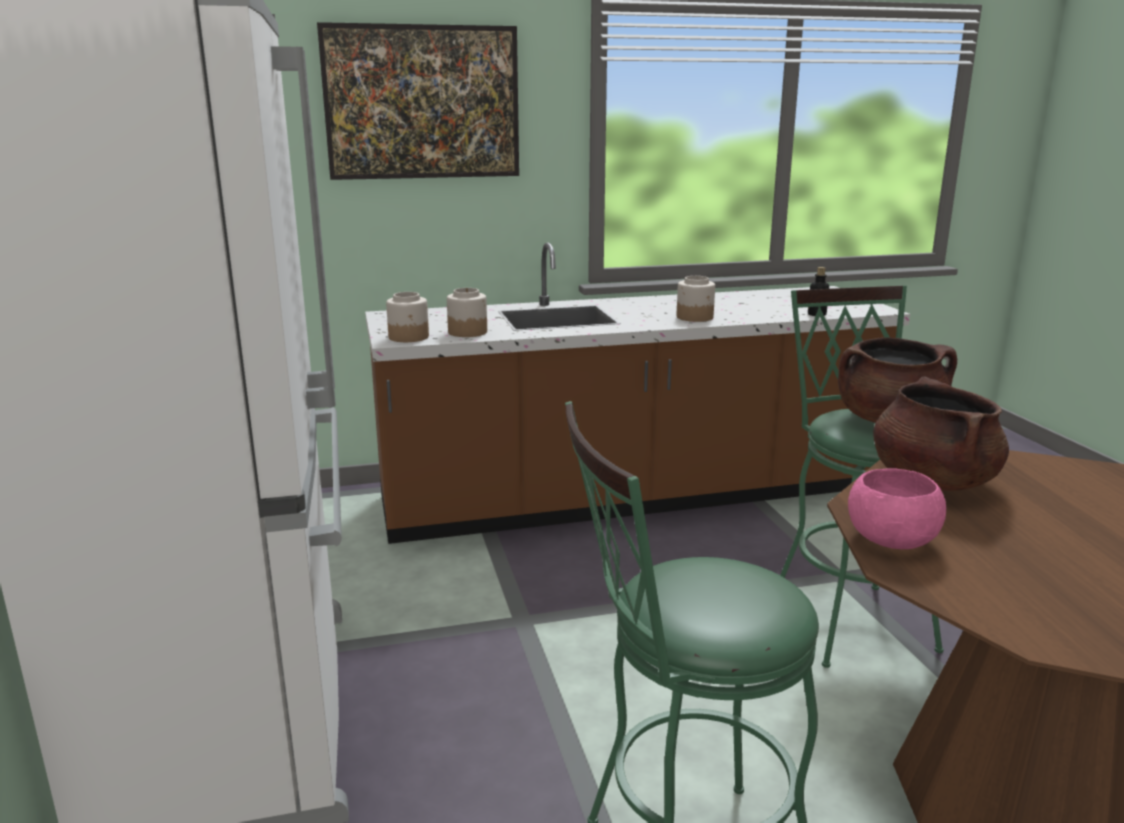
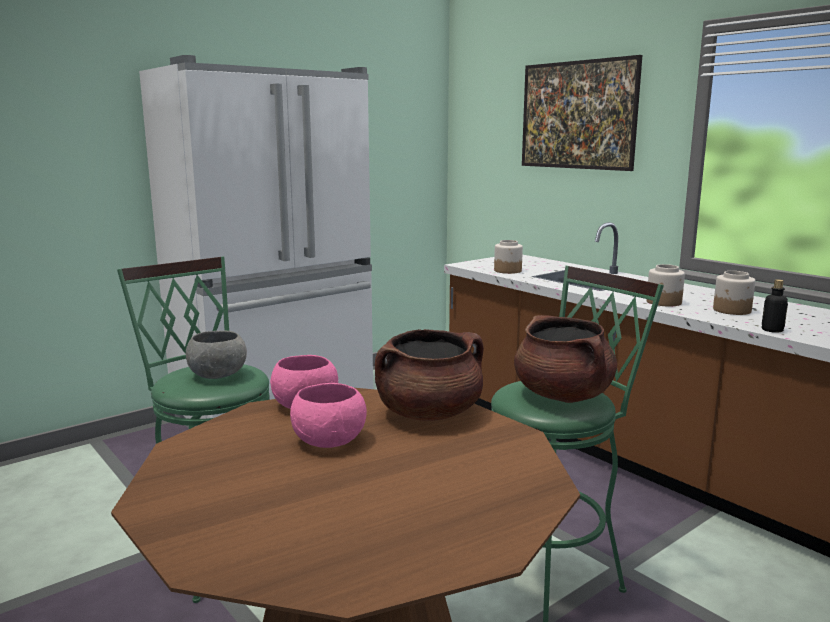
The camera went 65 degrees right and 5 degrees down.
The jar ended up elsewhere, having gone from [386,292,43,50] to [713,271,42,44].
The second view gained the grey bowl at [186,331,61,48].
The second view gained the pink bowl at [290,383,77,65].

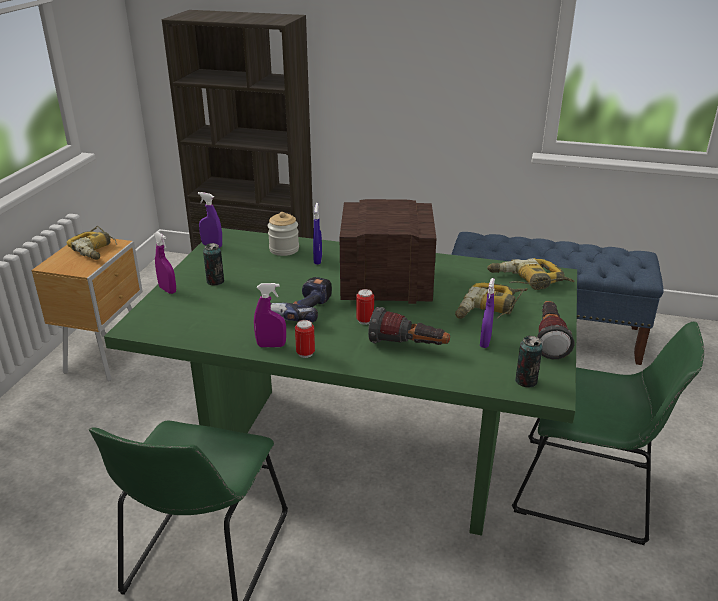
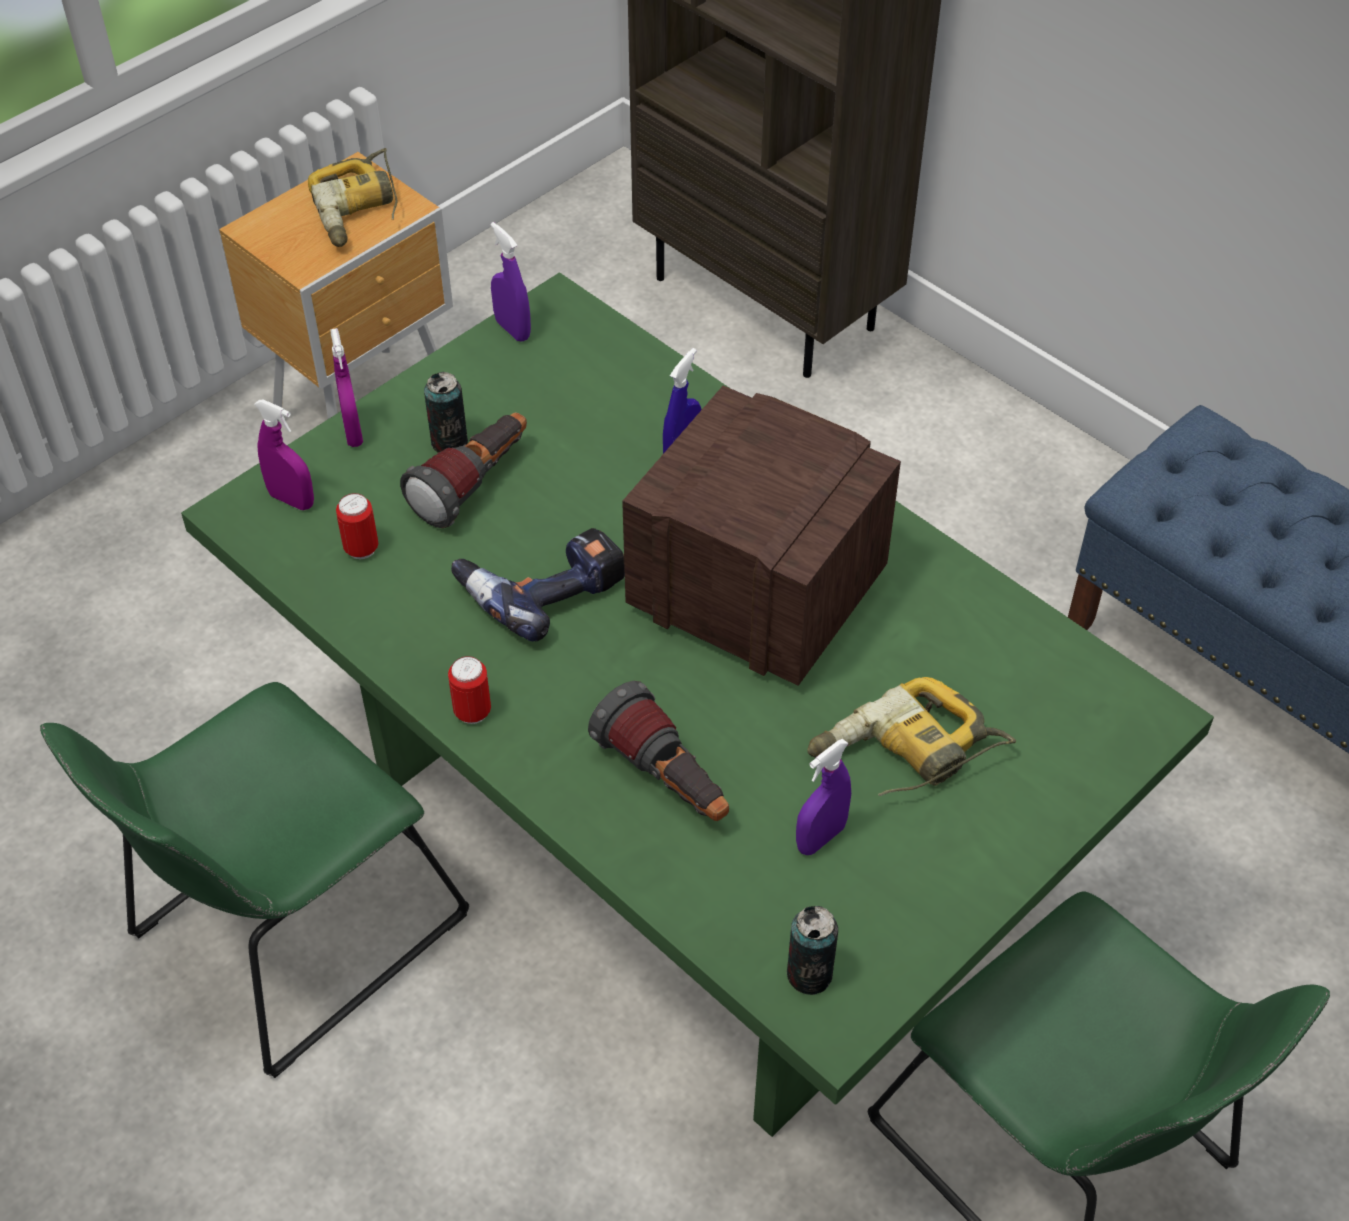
The camera went 30 degrees right and 20 degrees up.
The purple spray bottle ended up elsewhere, having gone from [254,283,32,64] to [254,399,60,111].
The second view lost the jar at [268,212,31,44].
The can ended up elsewhere, having gone from [356,289,18,36] to [336,493,42,66].
The second view lost the power drill at [487,258,88,32].
The flashlight ended up elsewhere, having gone from [537,301,38,58] to [400,413,127,115].

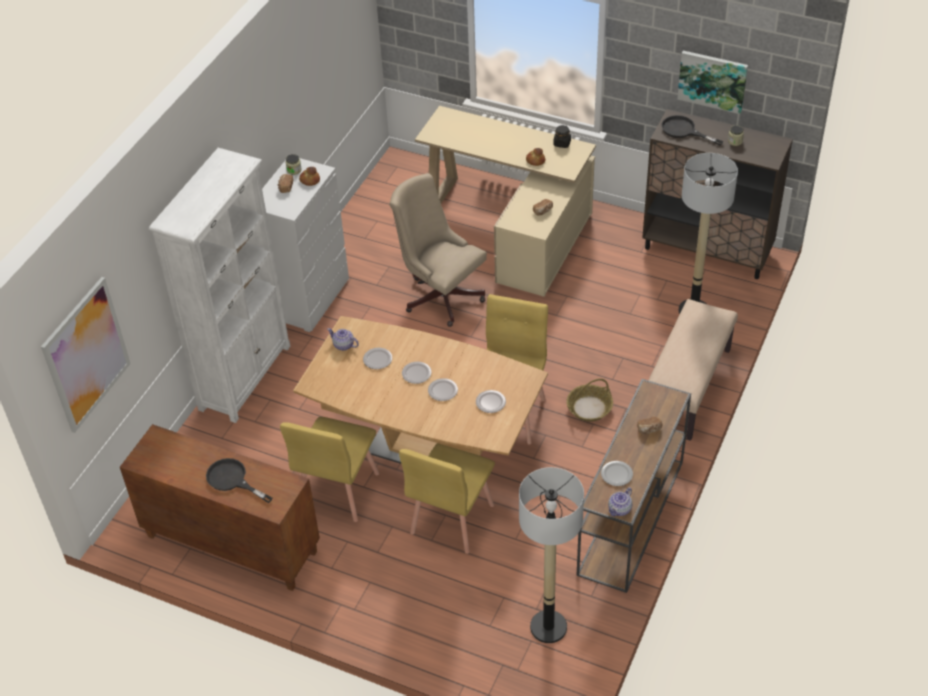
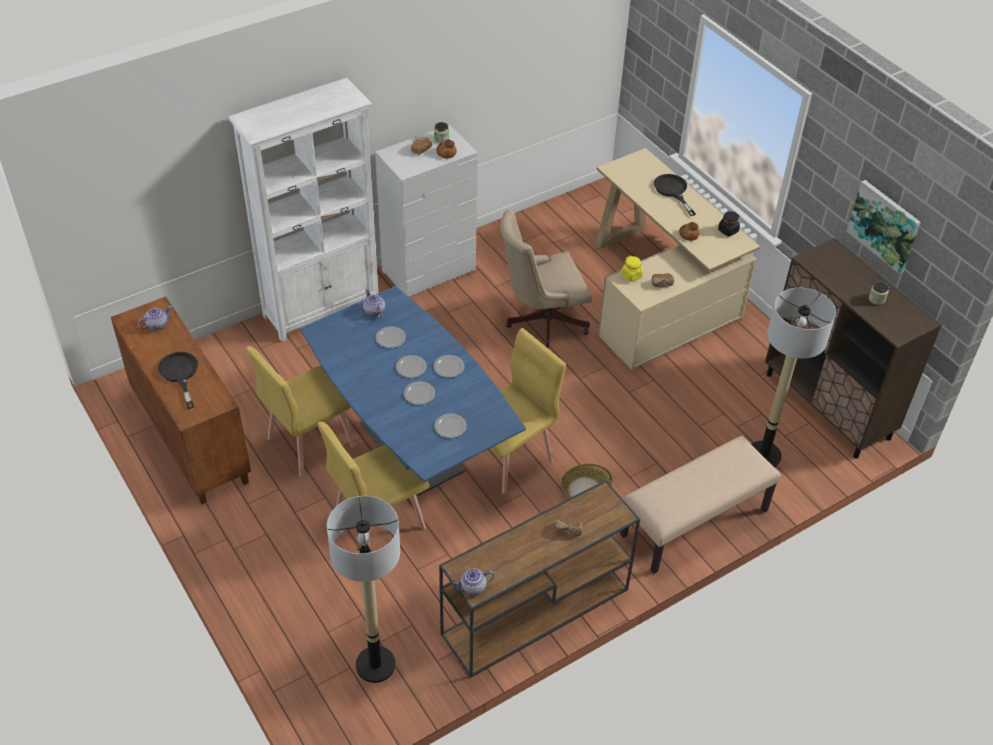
The camera went 30 degrees right and 0 degrees up.
The second view lost the picture at [41,277,90,156].
What was the brown dining table at [293,316,255,148] turned into the blue dining table at [300,286,226,210].
The beige office chair at [389,173,98,154] ended up facing another way, 90 degrees counterclockwise from before.
The plate ended up elsewhere, having gone from [601,461,32,25] to [433,355,32,22].
The black frying pan ended up elsewhere, having gone from [661,115,63,30] to [654,174,42,42].
The second view gained the teapot at [138,306,34,24].
The second view gained the yellow jar at [621,255,22,27].

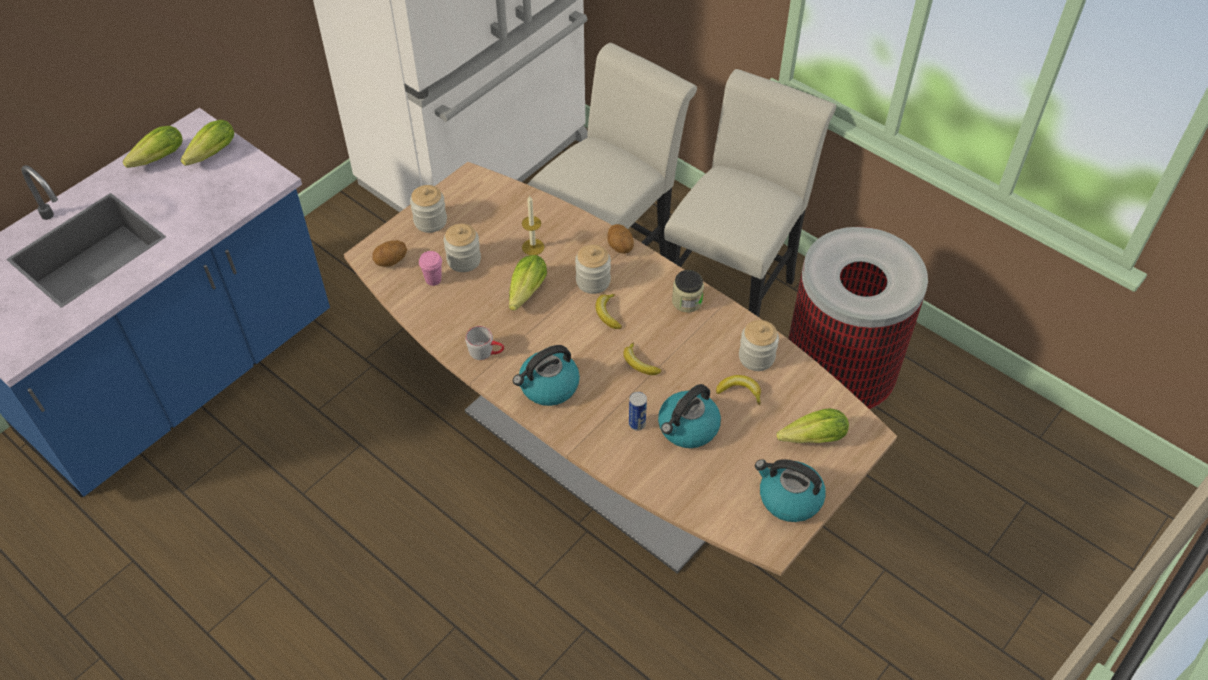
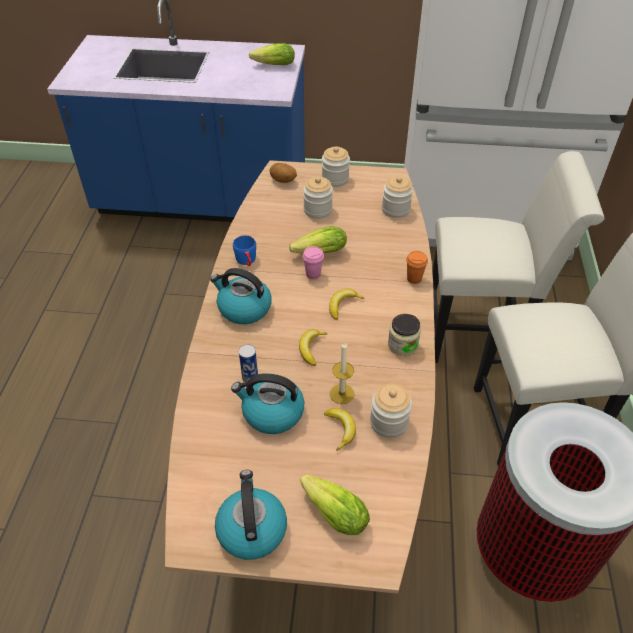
The camera went 55 degrees right and 5 degrees down.
The second view lost the lettuce at [123,126,60,42].
The pink cup ended up elsewhere, having gone from [419,251,23,35] to [303,246,21,33].
What was the grey mug at [465,326,39,34] turned into the blue mug at [233,235,23,31].
The candle ended up elsewhere, having gone from [522,195,23,60] to [330,341,24,63].
The jar ended up elsewhere, having gone from [575,244,36,50] to [382,176,31,42].
Where the potato stood at [608,224,26,30], the orange cup came to stand at [406,251,22,33].

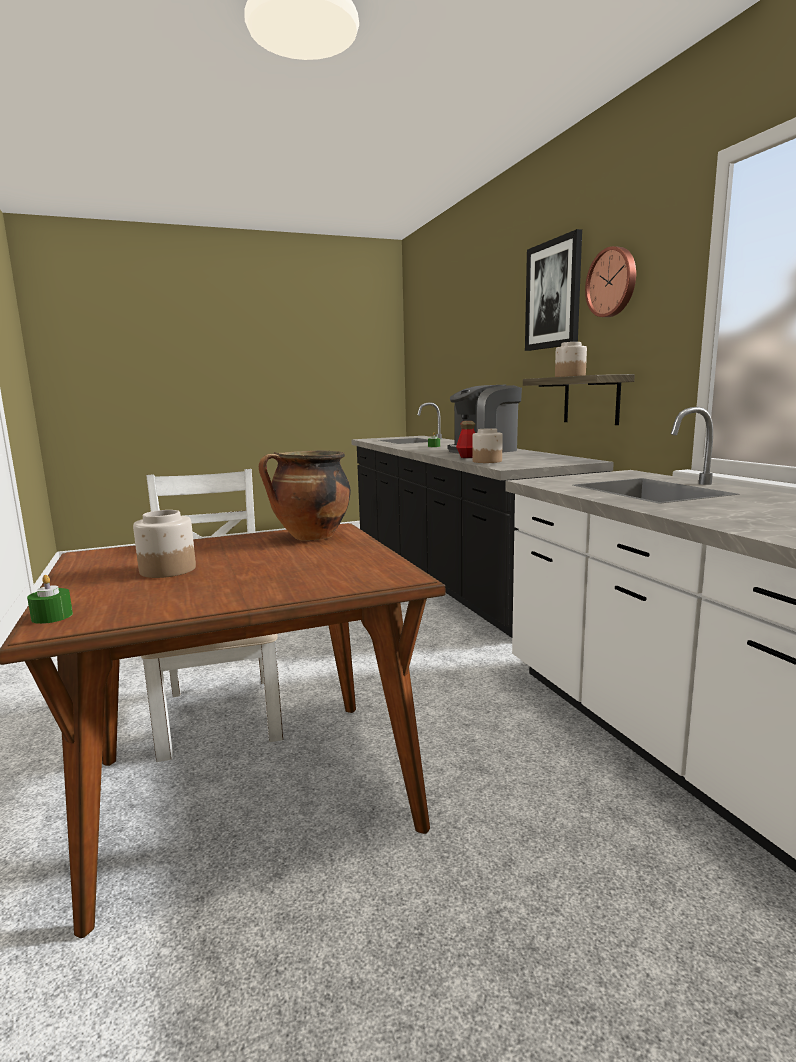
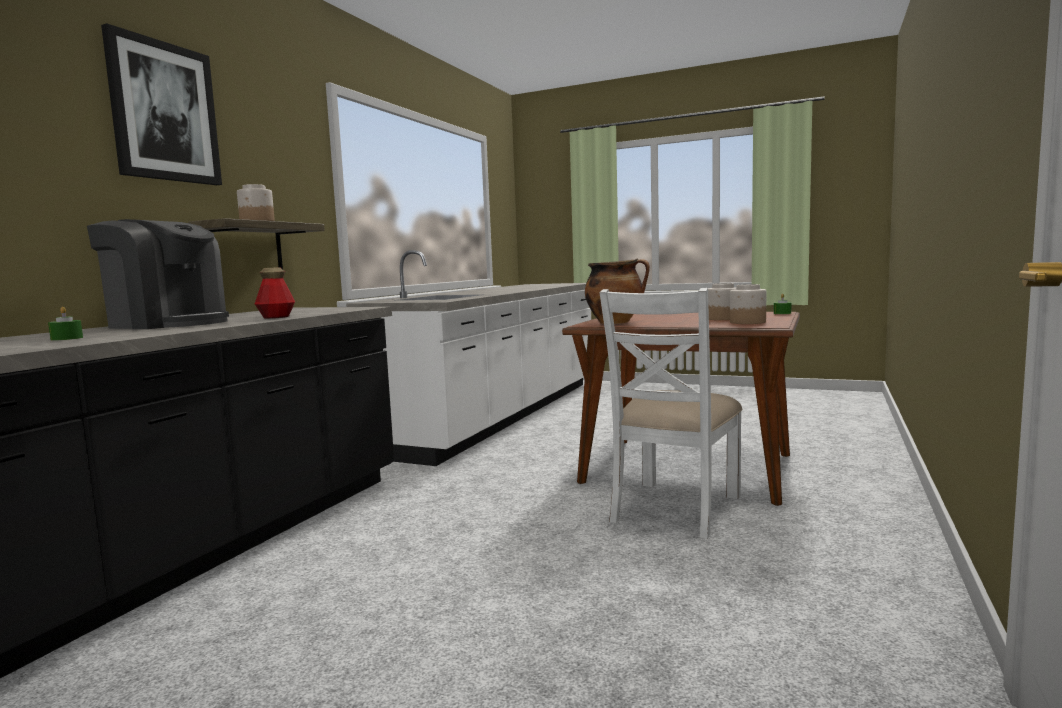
The camera went 135 degrees left and 5 degrees down.
The jar ended up elsewhere, having gone from [473,428,30,35] to [730,284,36,40].
The second view lost the wall clock at [585,246,51,71].

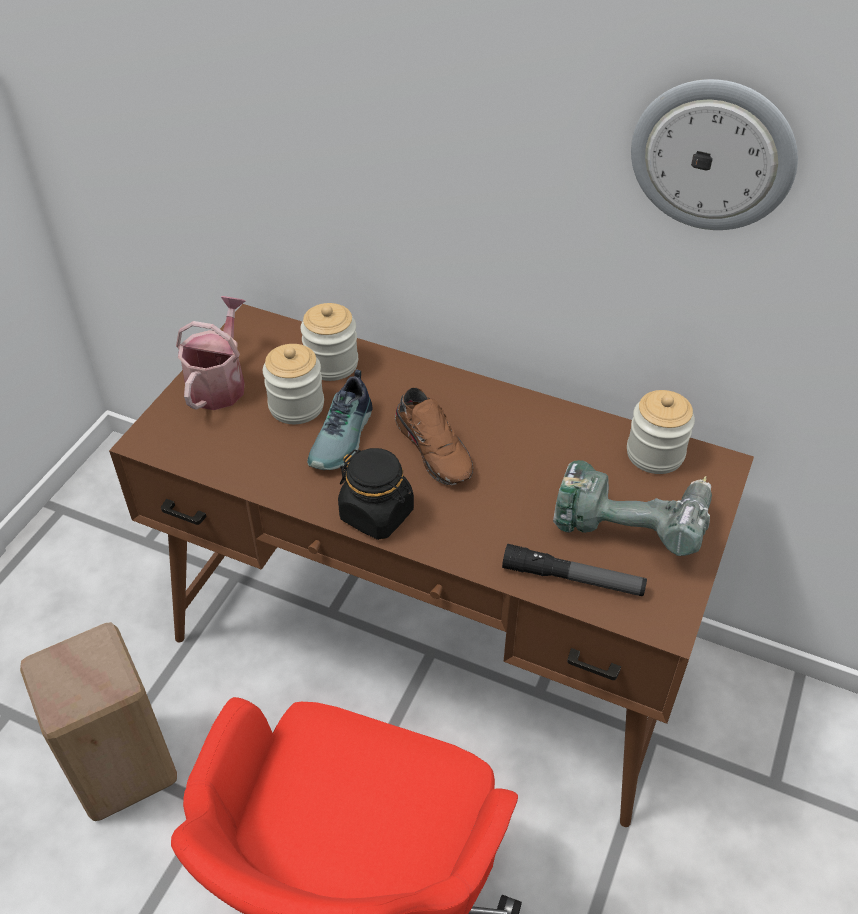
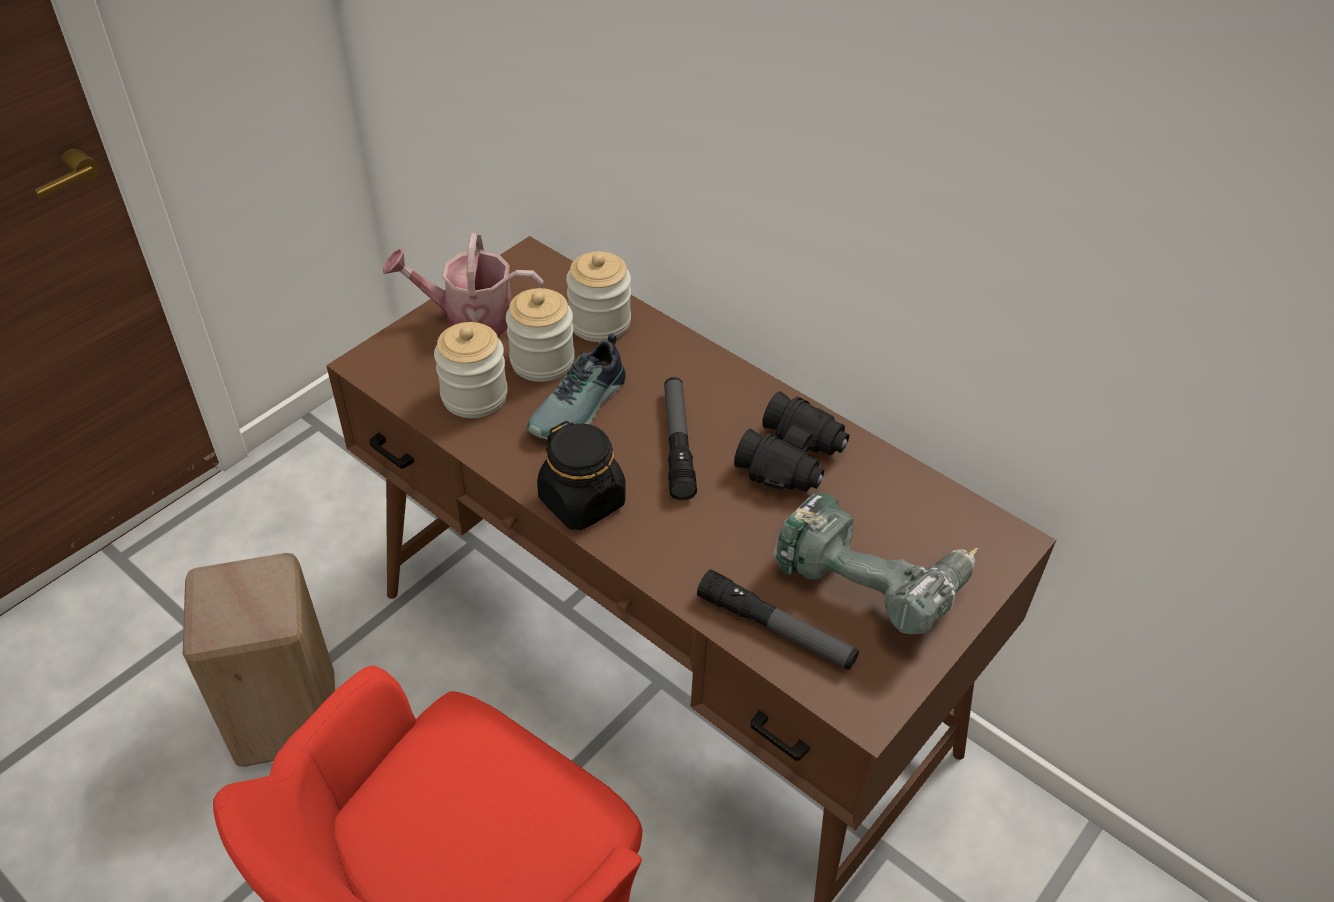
The camera went 15 degrees right and 0 degrees up.
The watering can at [176,296,69,114] ended up facing another way, 120 degrees counterclockwise from before.
Where the brown shoe stood at [395,387,78,98], the flashlight came to stand at [664,377,33,123].
The jar ended up elsewhere, having gone from [627,390,68,84] to [434,322,74,96].
The second view lost the wall clock at [631,79,167,151].
The second view gained the black binoculars at [734,391,115,101].

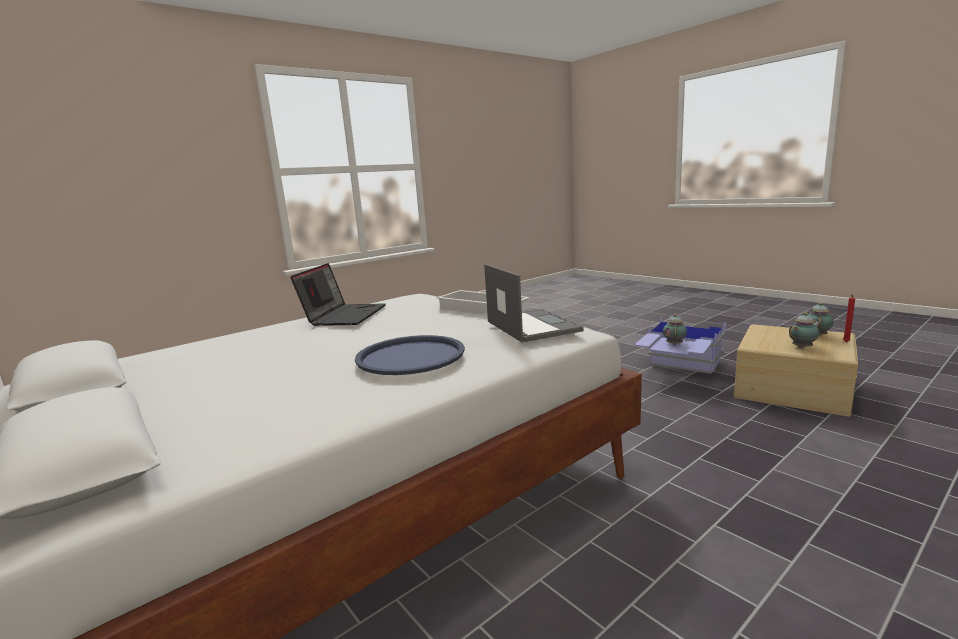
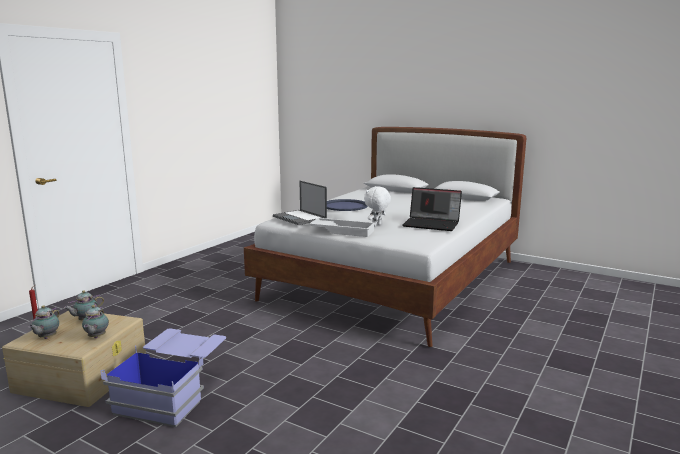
The camera went 160 degrees right and 0 degrees up.
The laptop at [290,263,96,63] ended up facing another way, 60 degrees counterclockwise from before.
The teapot ended up elsewhere, having gone from [663,314,24,31] to [82,305,27,33].
The second view gained the white plush toy at [364,186,27,40].

